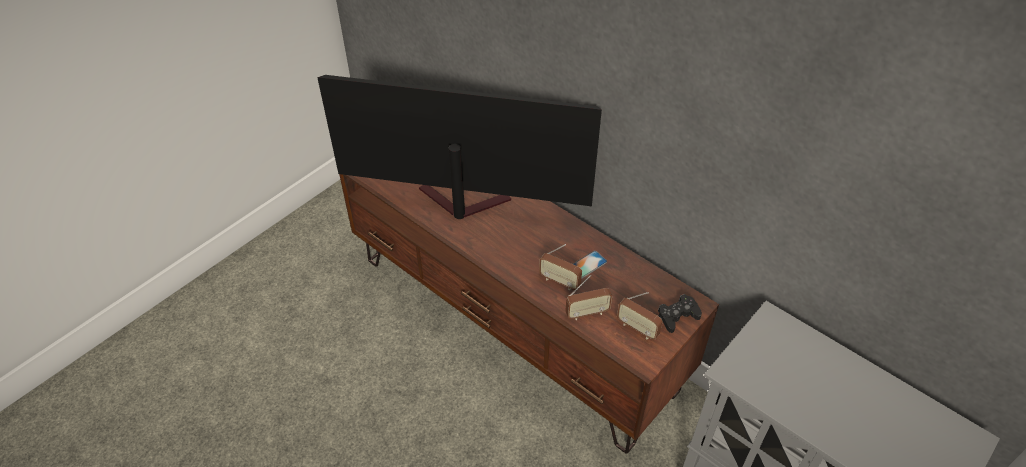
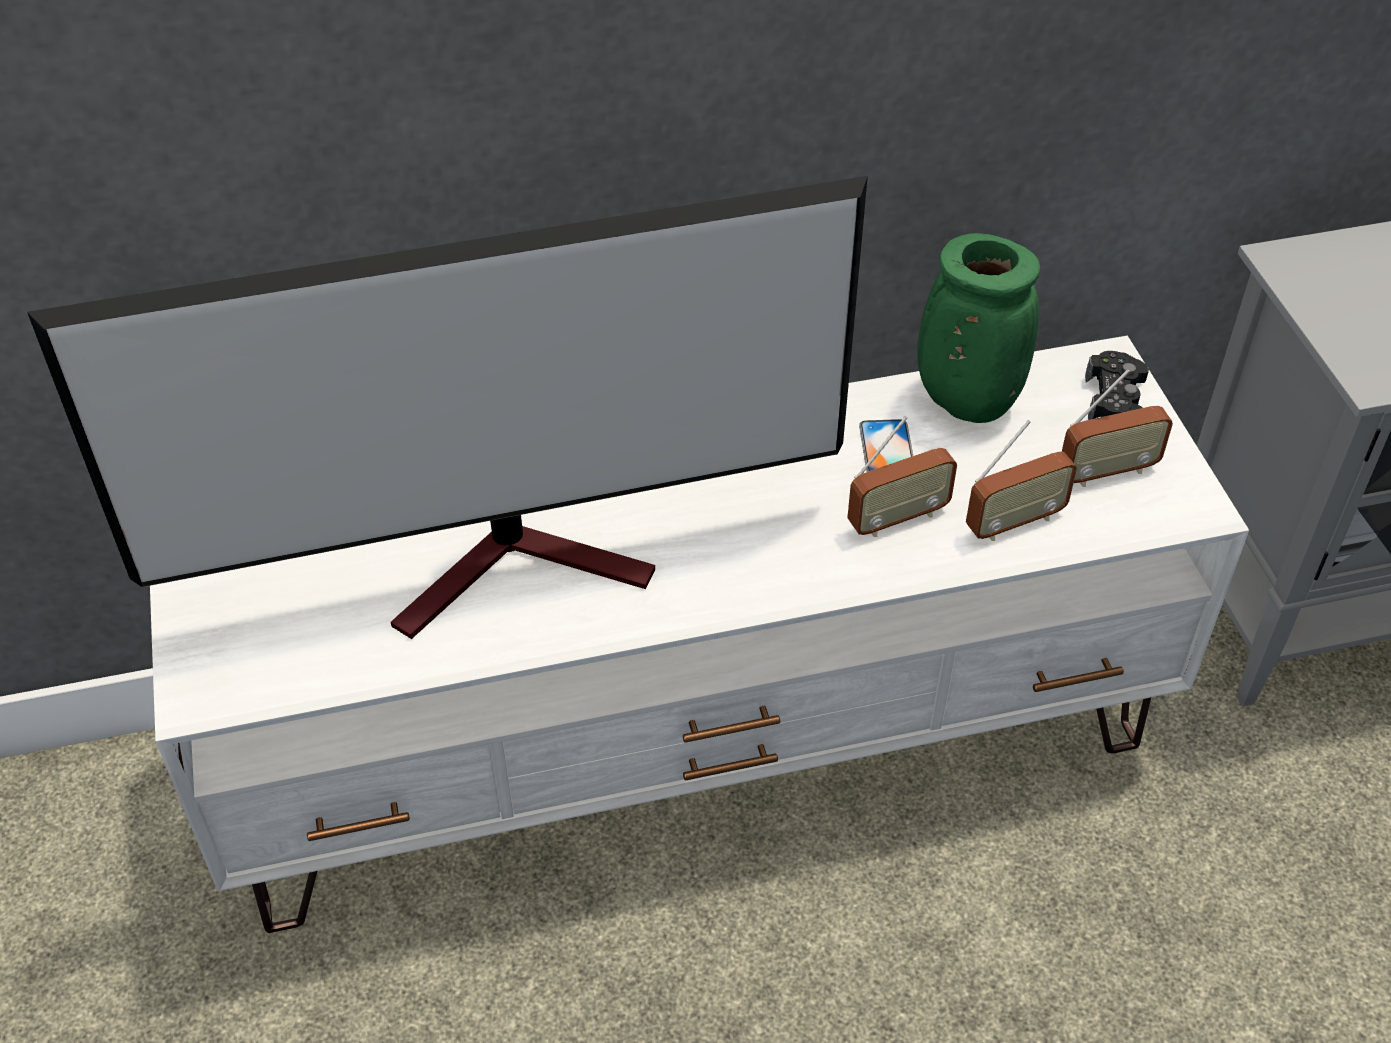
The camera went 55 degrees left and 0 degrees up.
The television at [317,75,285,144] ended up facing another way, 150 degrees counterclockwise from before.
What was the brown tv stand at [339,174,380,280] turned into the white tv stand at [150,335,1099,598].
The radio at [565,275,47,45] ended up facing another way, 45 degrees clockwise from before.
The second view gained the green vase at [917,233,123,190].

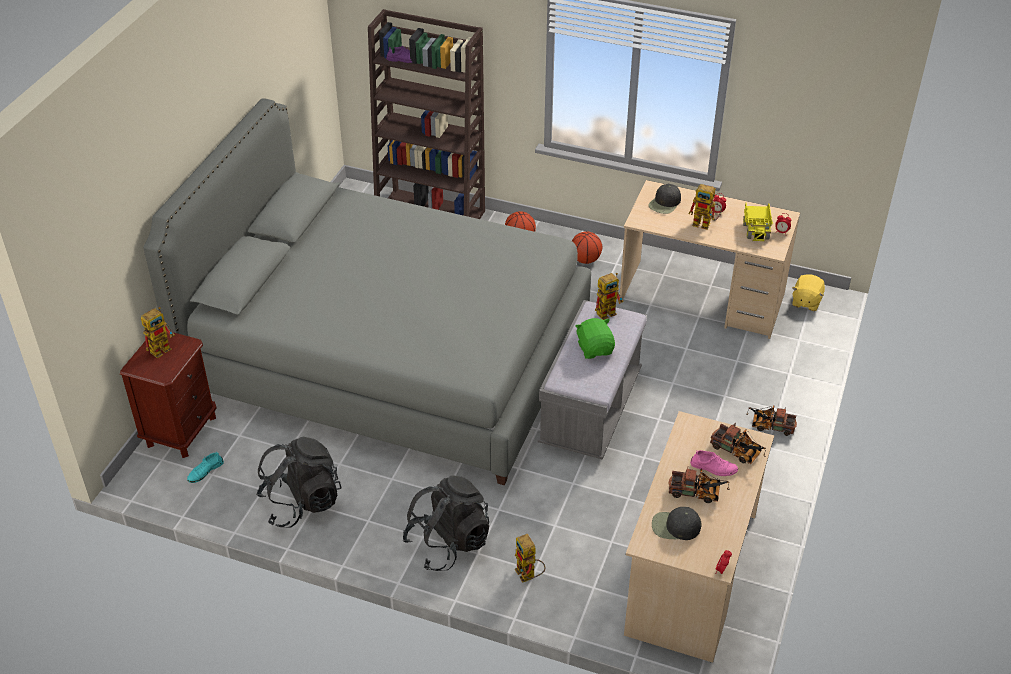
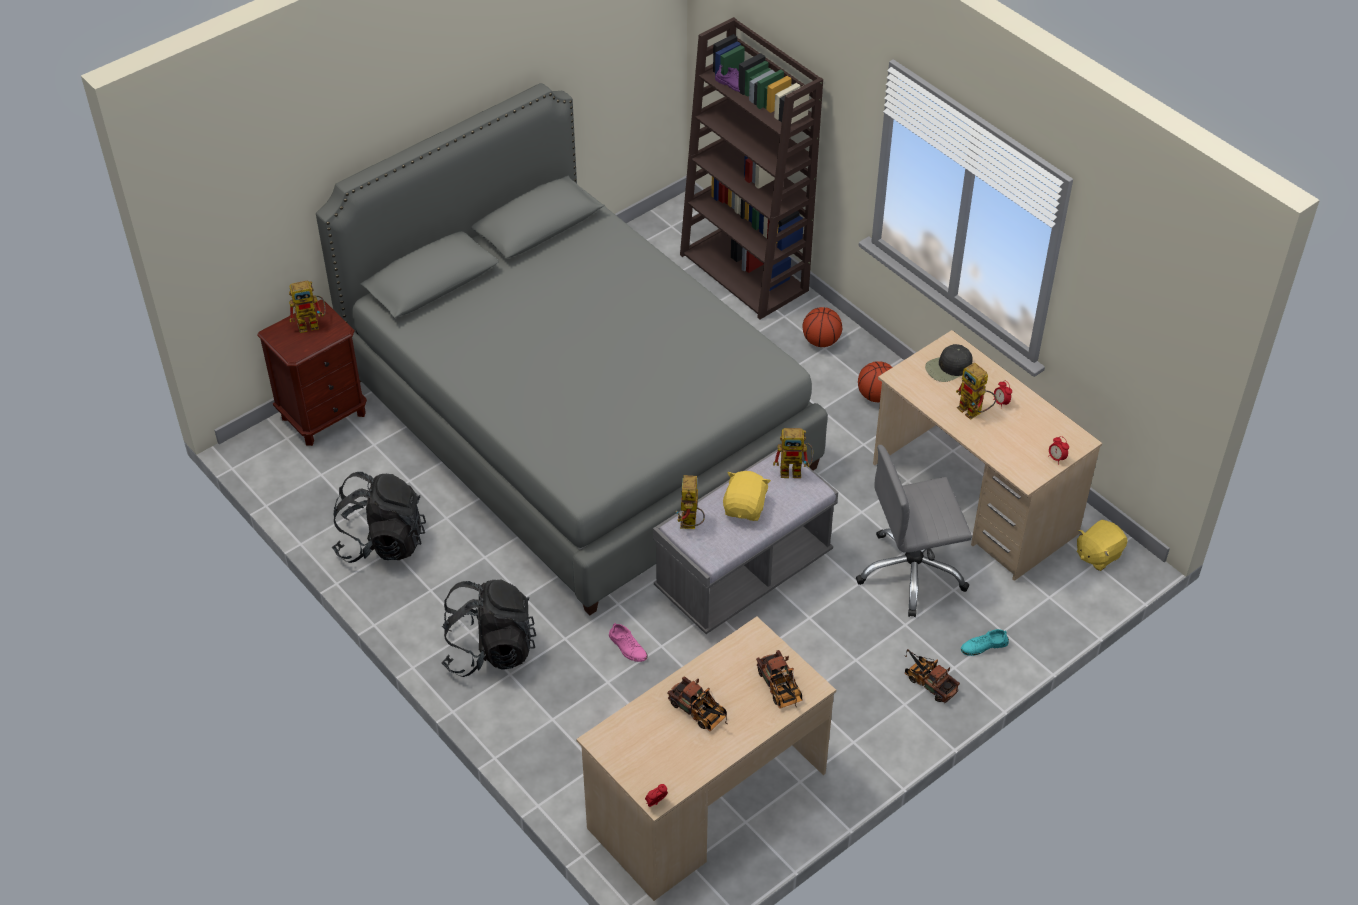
The camera went 30 degrees right and 5 degrees up.
The turquoise shoe ended up elsewhere, having gone from [187,452,37,31] to [961,629,48,27].
The toy robot ended up elsewhere, having gone from [515,534,30,49] to [675,475,30,54].
What was the green plush toy at [575,318,40,41] turned into the yellow plush toy at [723,471,48,50].
The second view lost the black cap at [652,507,50,33].
The pink shoe ended up elsewhere, having gone from [690,450,48,26] to [609,623,39,39].
The second view lost the toy truck at [743,203,30,38].
The second view gained the grey office chair at [856,445,116,172].

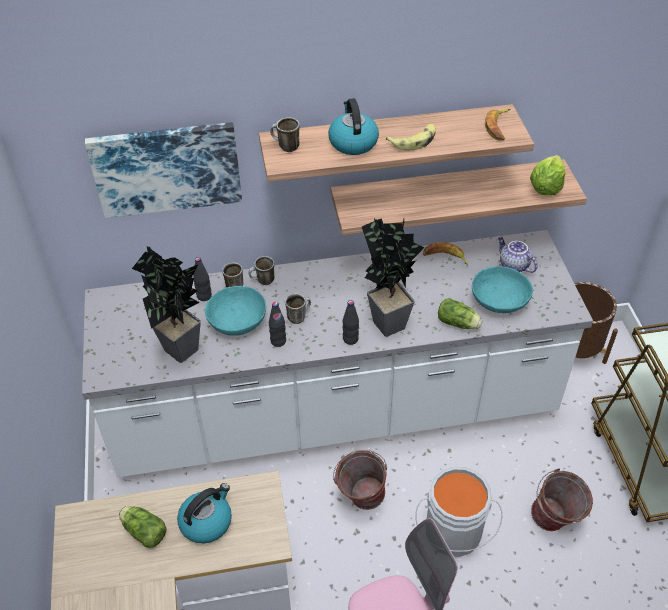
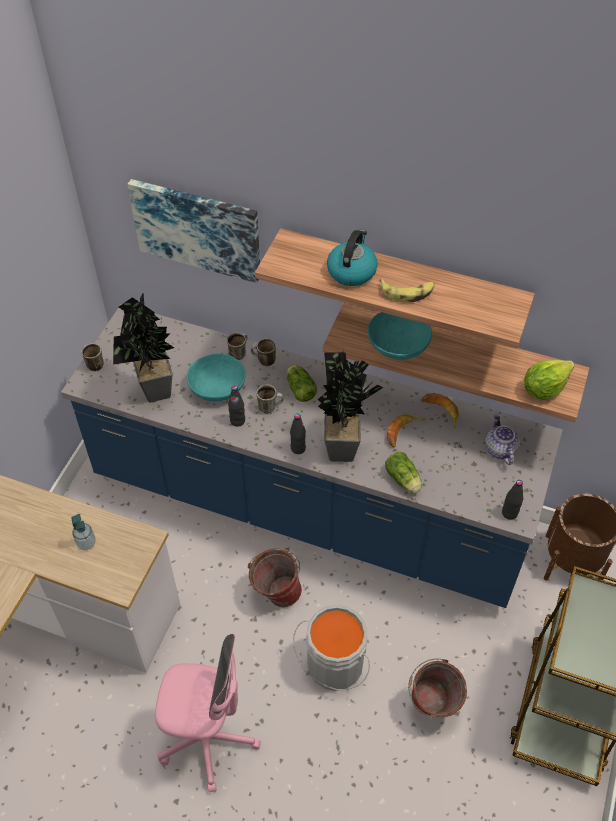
The camera went 30 degrees right and 5 degrees up.
What was the white counter at [82,230,511,247] turned into the blue counter at [61,304,502,304].
The lettuce ended up elsewhere, having gone from [119,506,48,42] to [287,364,30,38].
Where the kettle stood at [177,483,55,60], the soap dispenser came to stand at [71,514,25,37].
The black bottle ended up elsewhere, having gone from [193,257,19,44] to [502,480,21,40].
The mug ended up elsewhere, having gone from [270,117,30,35] to [81,343,23,28].
The turquoise bowl ended up elsewhere, having gone from [472,266,61,47] to [368,312,64,48].
The banana ended up elsewhere, having gone from [485,109,25,31] to [387,414,39,34].

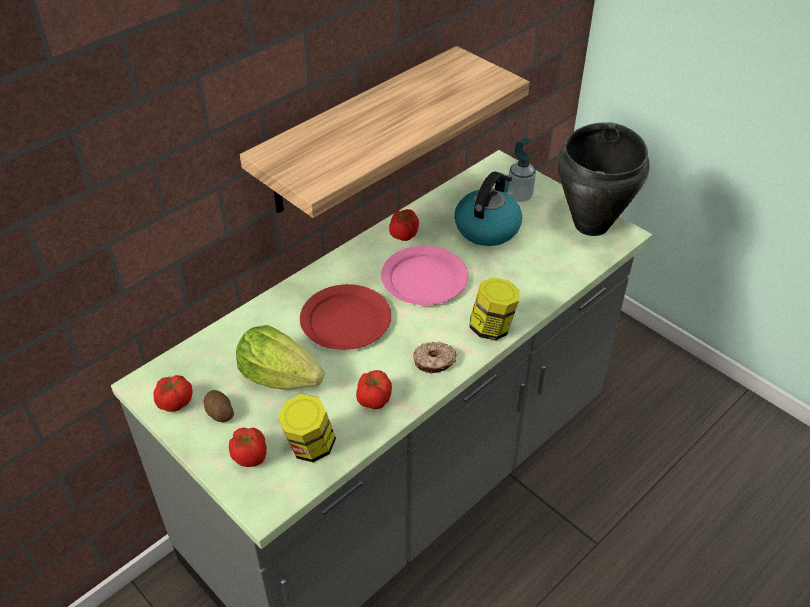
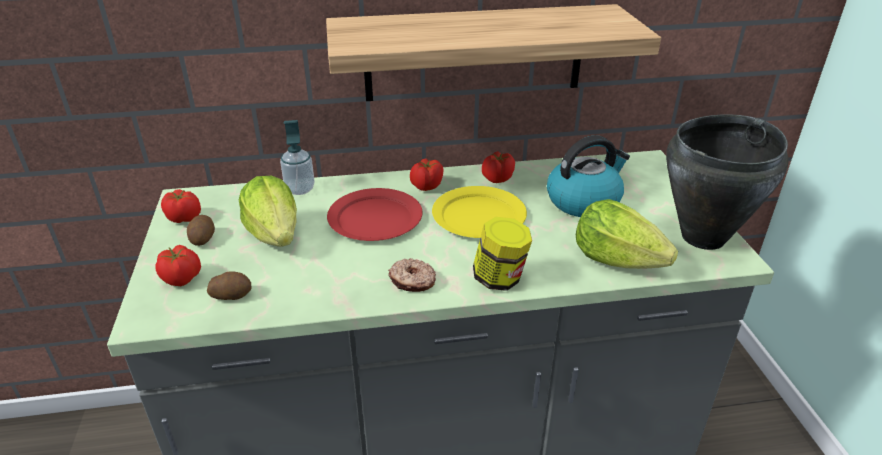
The camera went 35 degrees right and 10 degrees down.
Where the jar stood at [278,394,58,68], the potato came to stand at [207,271,44,29].
The tomato ended up elsewhere, having gone from [356,370,36,39] to [410,158,33,33].
What was the pink plate at [381,246,87,59] turned into the yellow plate at [432,186,95,52].
The soap dispenser ended up elsewhere, having gone from [507,138,29,64] to [280,120,35,75].
The second view gained the lettuce at [576,199,102,70].

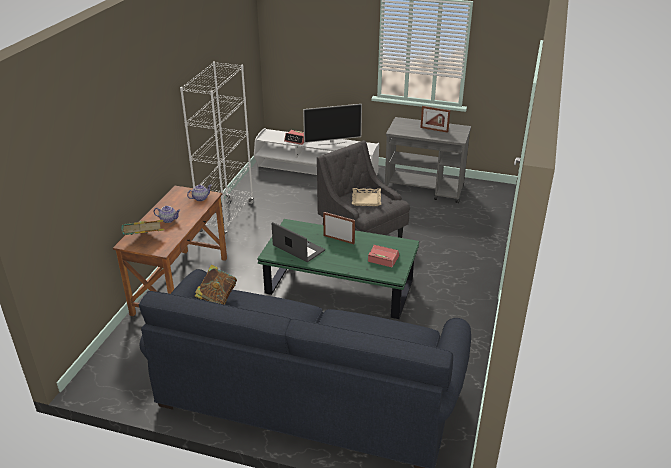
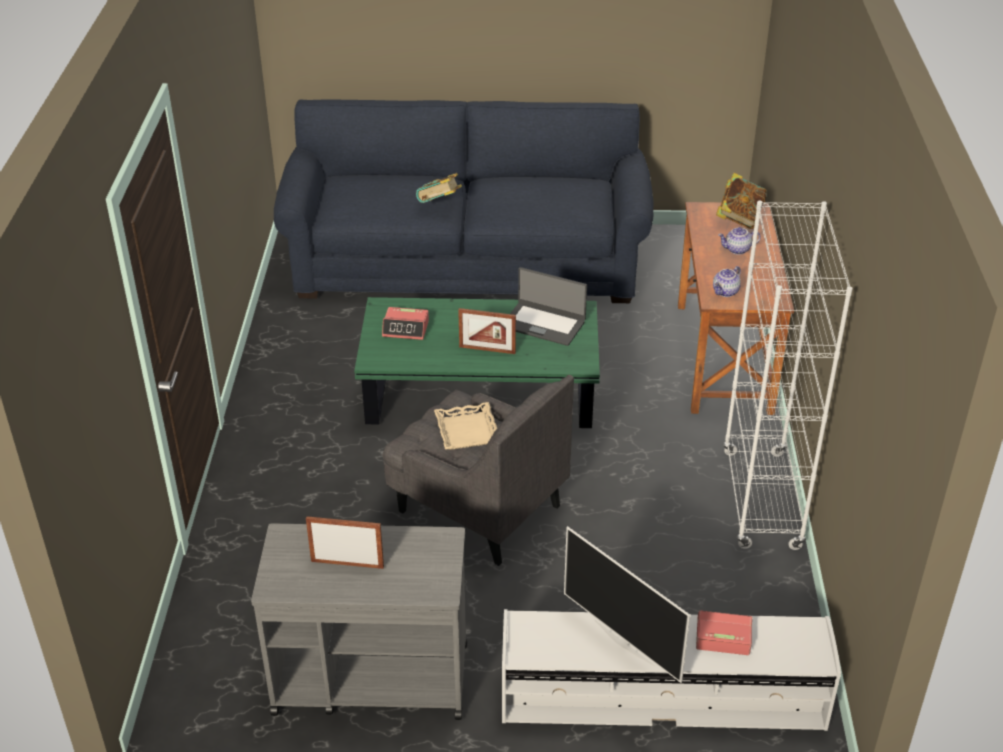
The camera went 165 degrees right and 5 degrees up.
The book ended up elsewhere, having gone from [195,264,42,41] to [416,173,46,30].
The television at [303,104,59,41] ended up facing another way, 105 degrees counterclockwise from before.

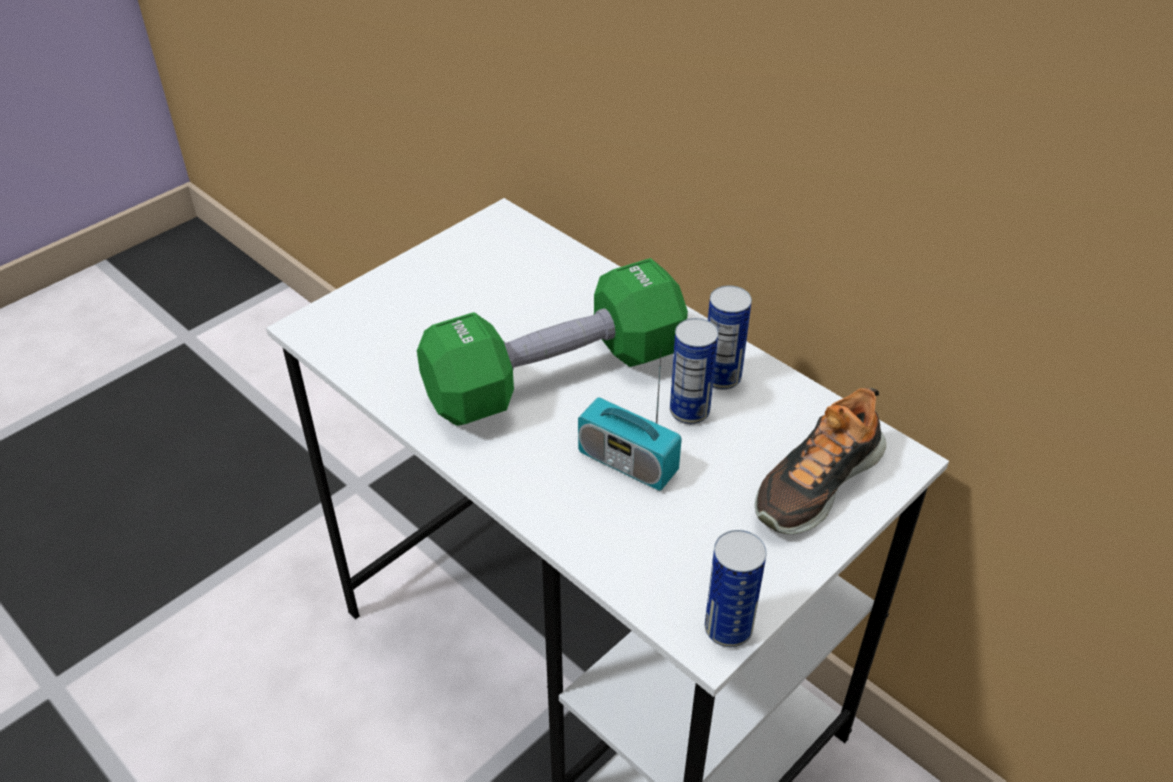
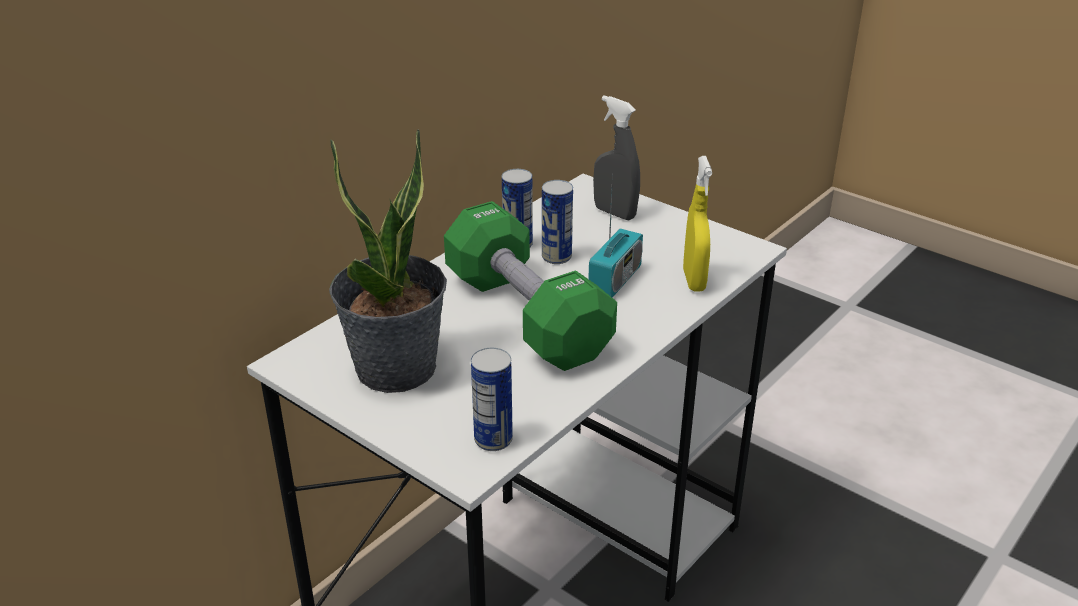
The camera went 95 degrees left and 10 degrees down.
The can ended up elsewhere, having gone from [705,530,62,117] to [471,348,42,103].
Where the shoe stood at [755,388,131,146], the grey spray bottle came to stand at [593,95,47,125].
The second view gained the potted plant at [329,129,118,264].
The second view gained the yellow spray bottle at [683,156,29,135].

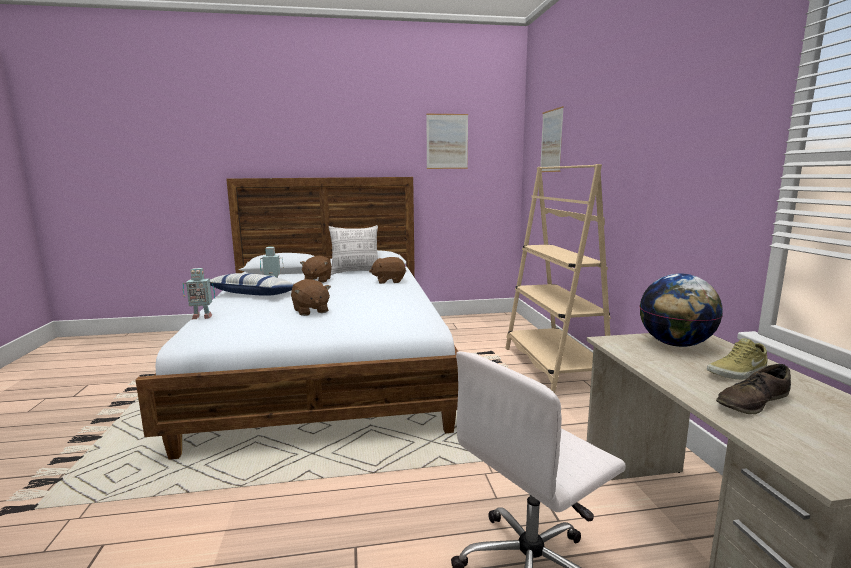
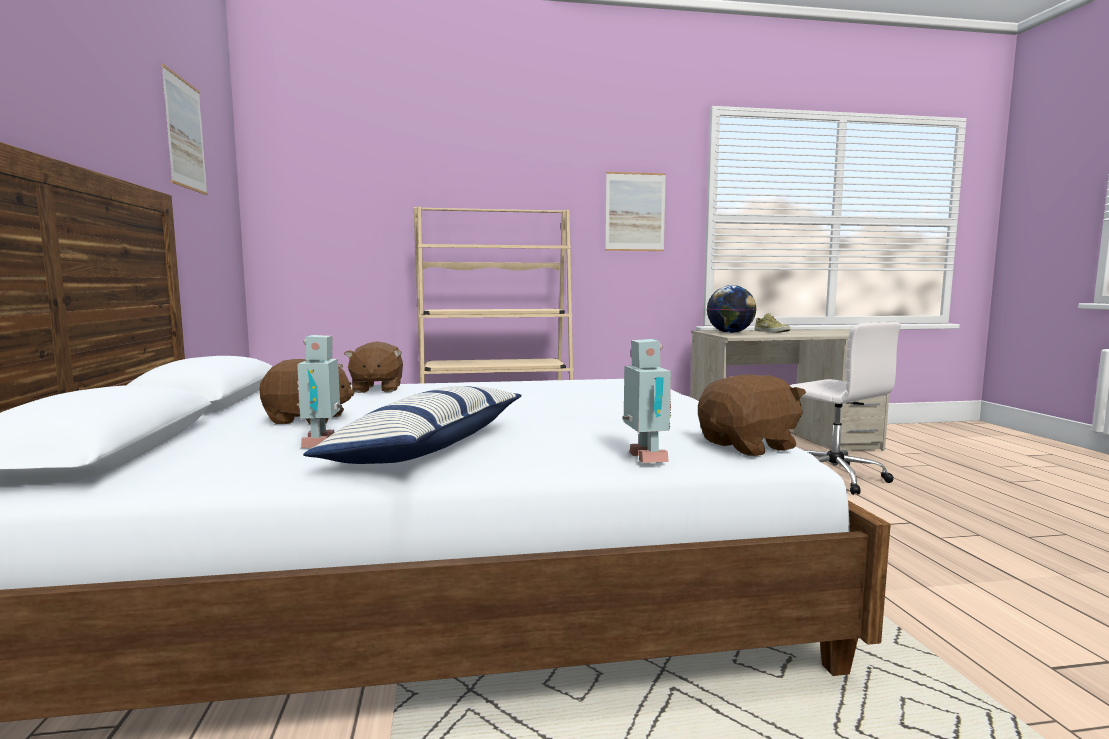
The camera went 90 degrees left and 5 degrees down.
The brown plush toy ended up elsewhere, having gone from [291,279,40,37] to [698,374,108,82].
The second view lost the pillow at [329,225,49,50].
The picture ended up elsewhere, having gone from [540,106,24,66] to [605,172,61,79].
The second view lost the brown shoe at [716,364,75,51].

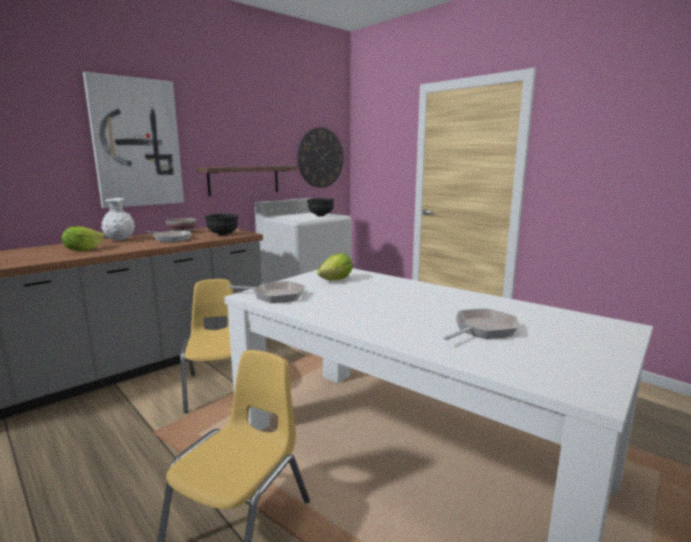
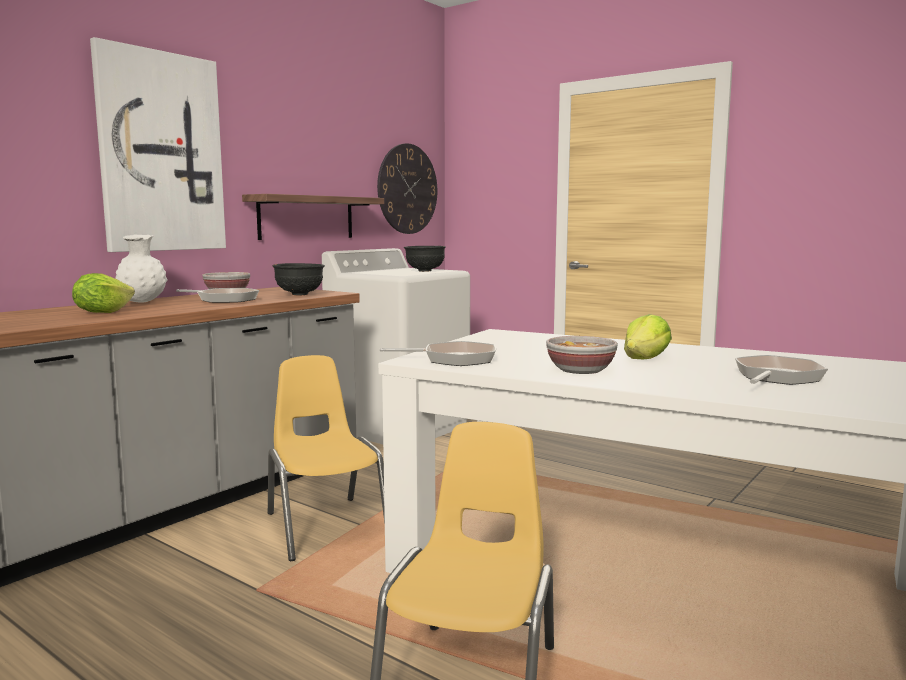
The camera went 10 degrees left and 5 degrees down.
The lettuce ended up elsewhere, having gone from [317,253,36,27] to [624,314,48,45].
The second view gained the bowl at [546,336,72,38].

